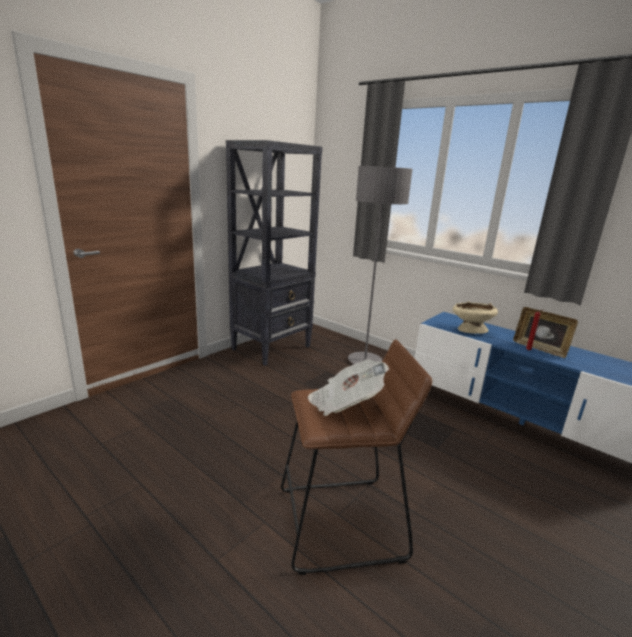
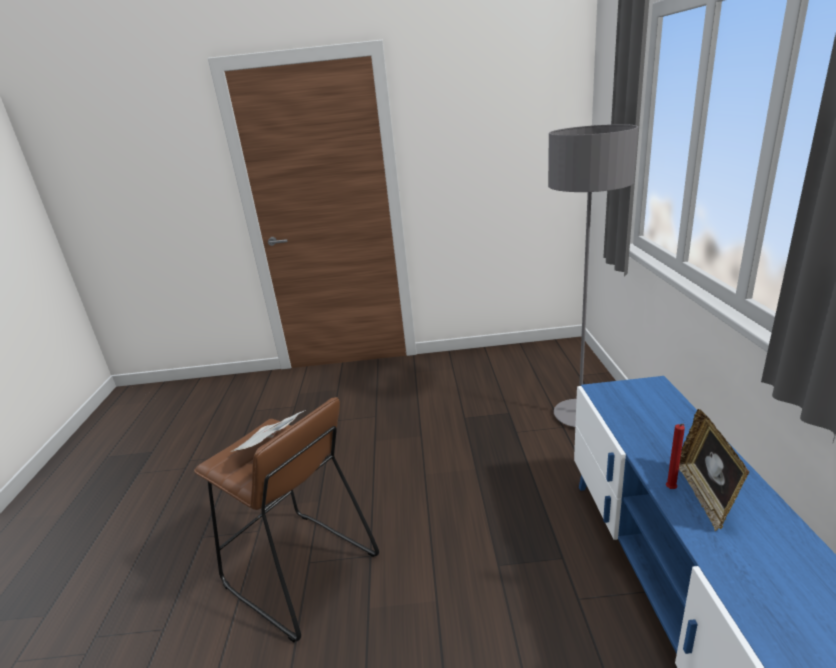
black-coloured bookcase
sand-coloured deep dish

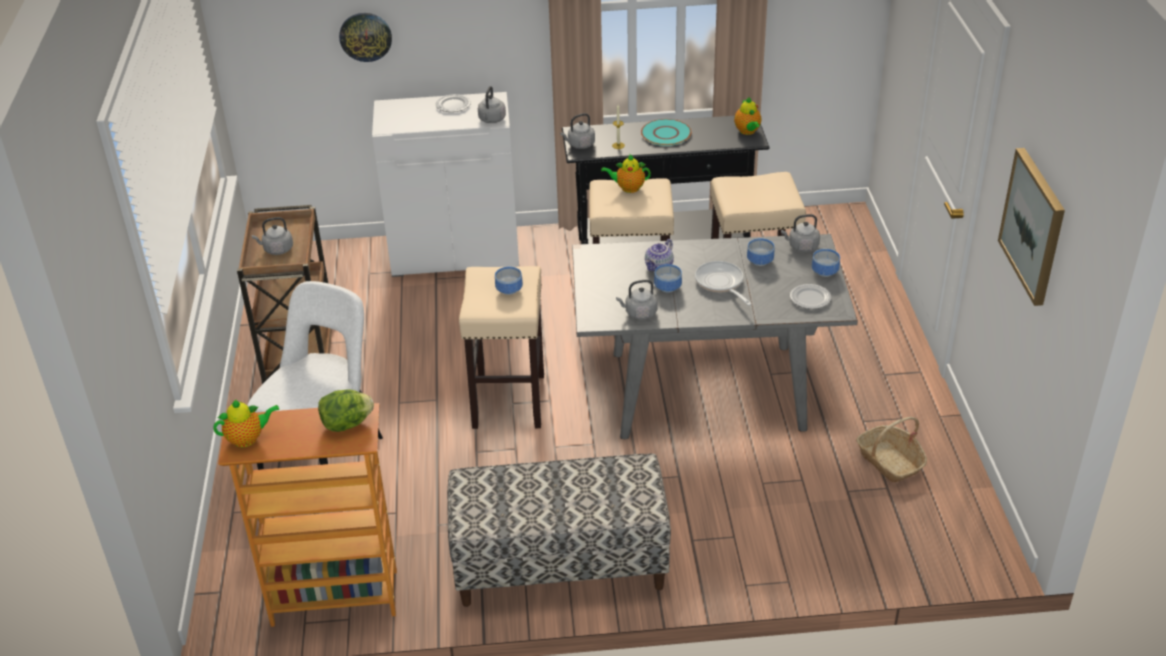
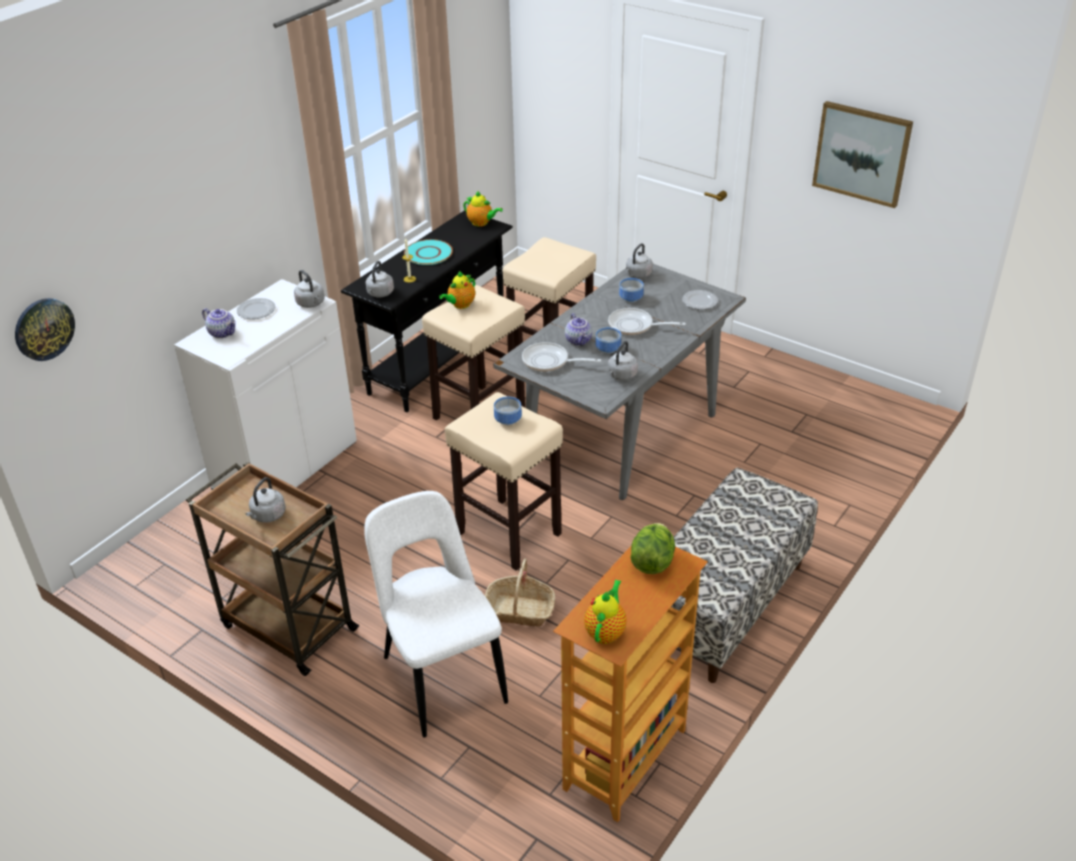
clock on the wall
deep dish (no. 4 from left in the first image)
storage basket
teapot (no. 1 from left)
frying pan (no. 1 from left)

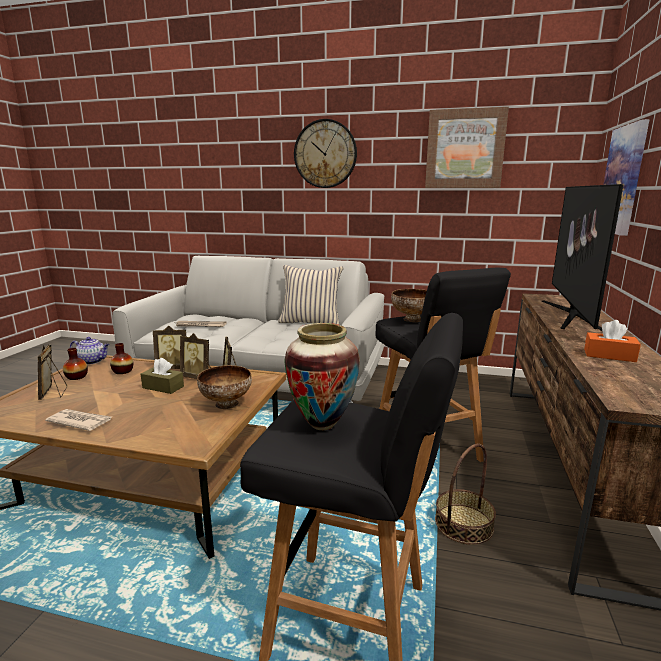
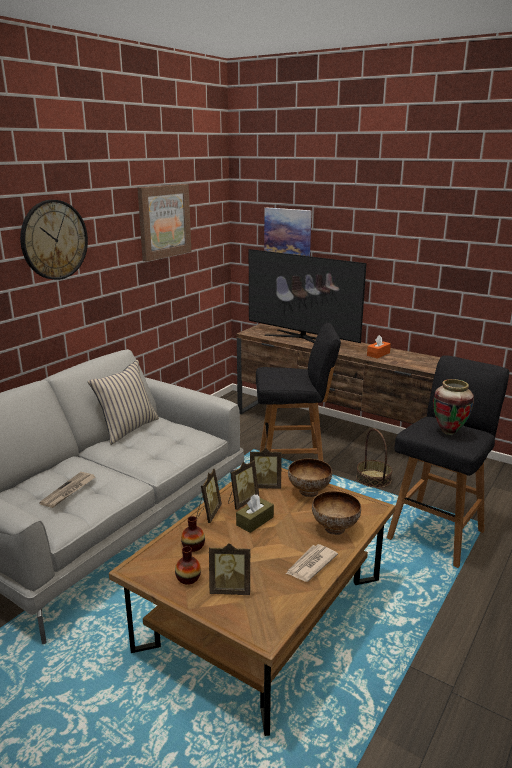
teapot
deep dish (no. 2 from left)

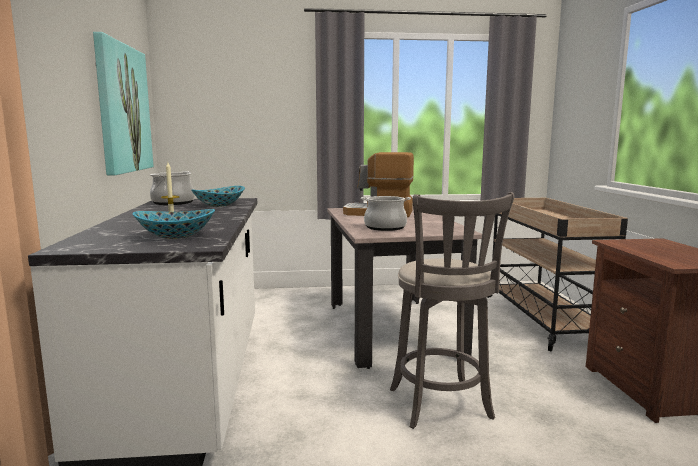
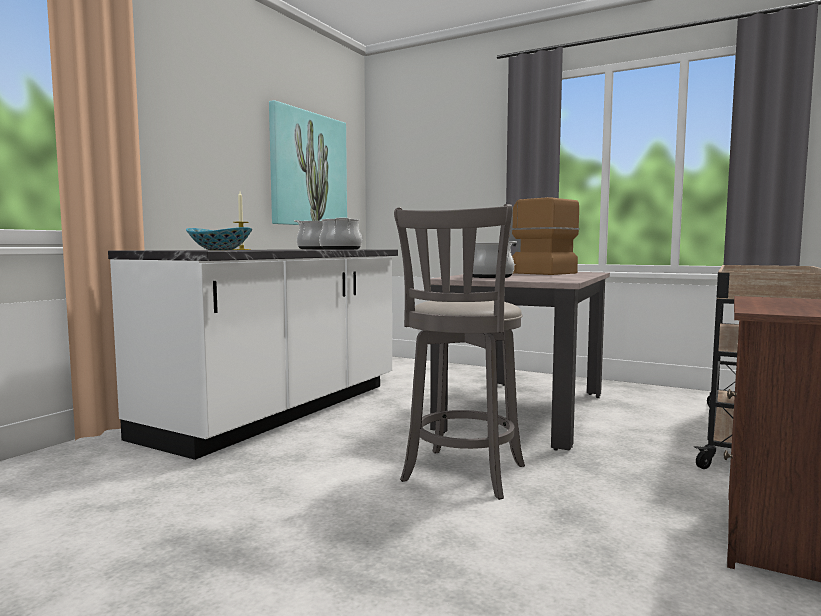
stockpot (no. 2 from left)

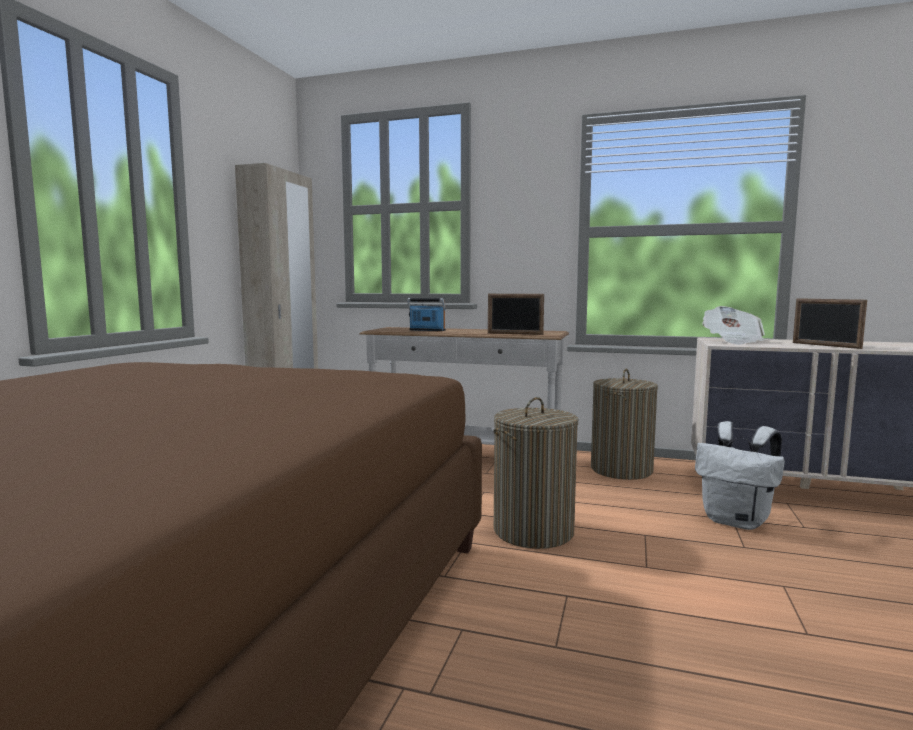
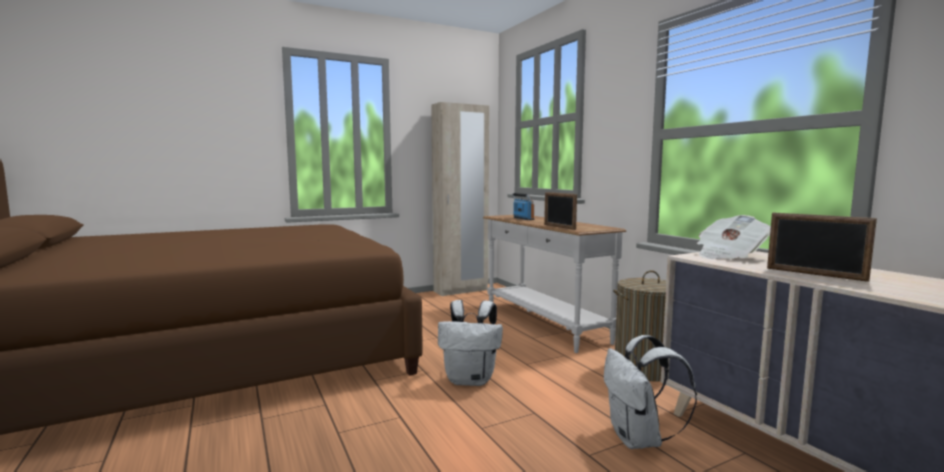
whitish knapsack (no. 1 from left)
standing frame (no. 2 from left)

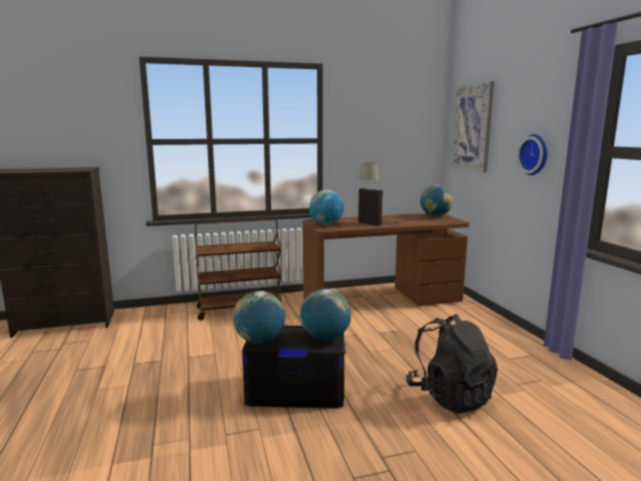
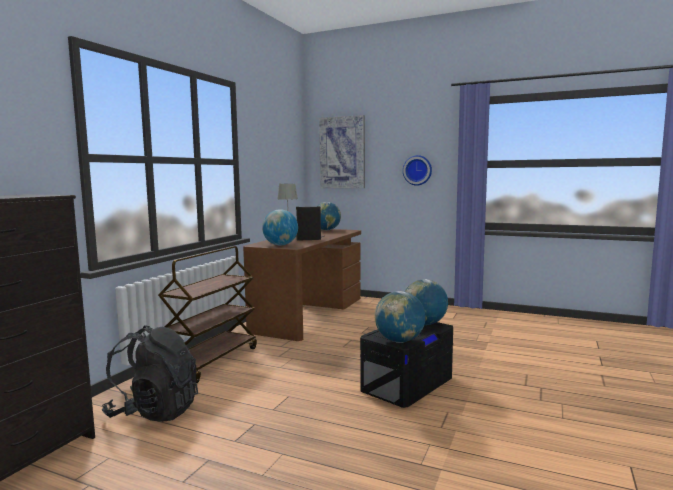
black-coloured knapsack

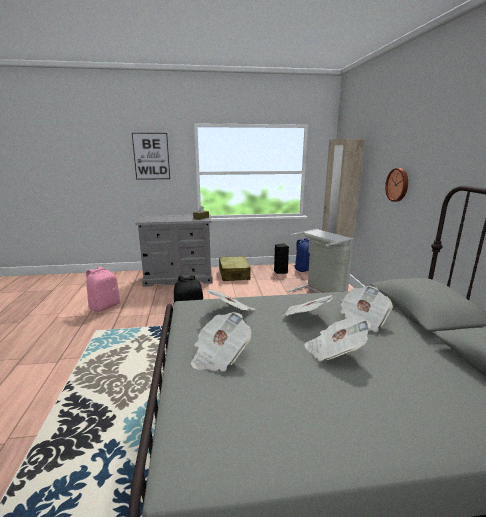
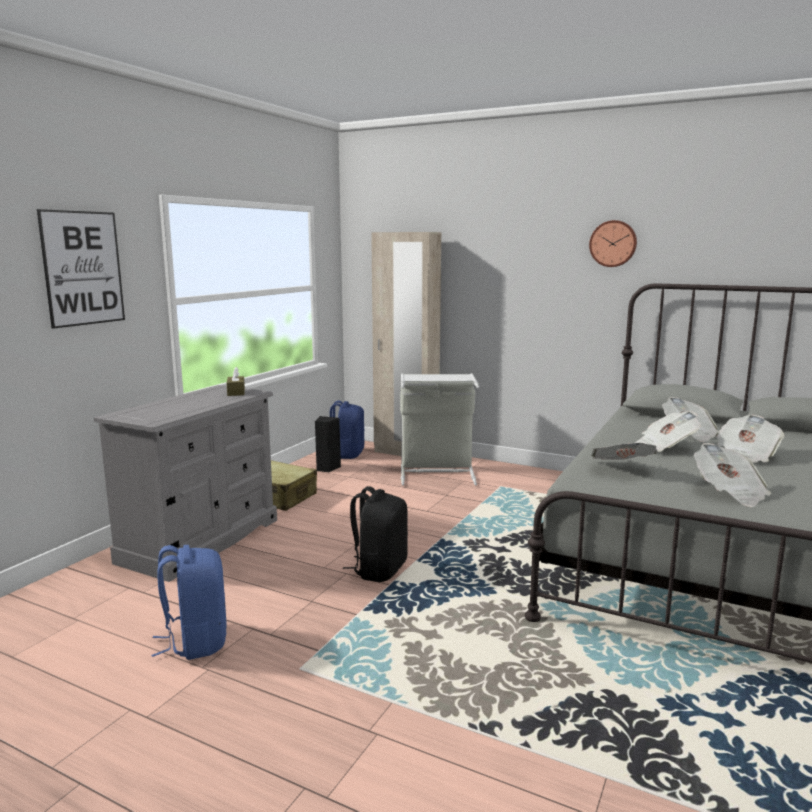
blue-coloured knapsack (no. 1 from left)
clock on the wall

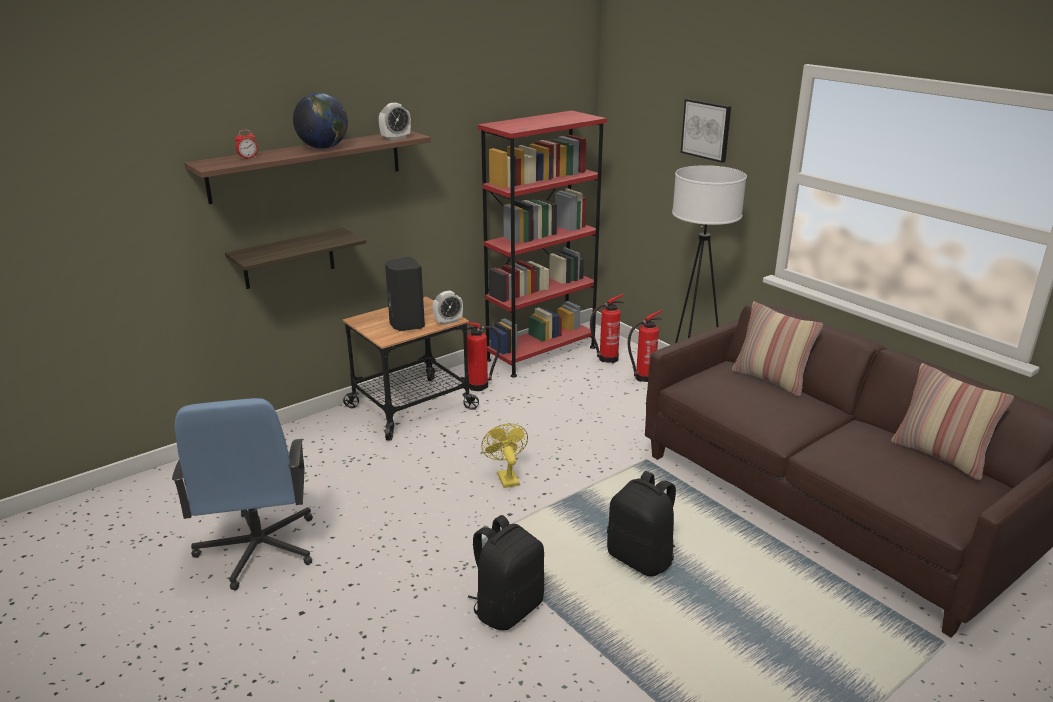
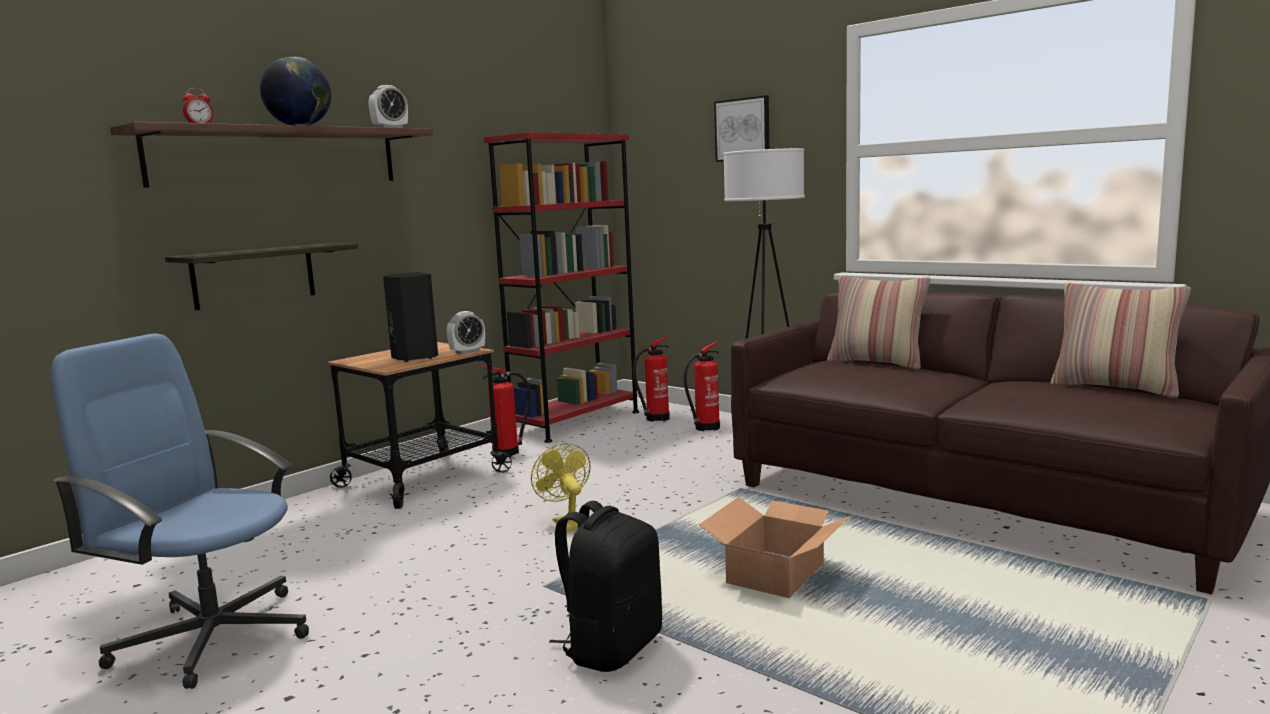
blue-coloured desk chair
packing box

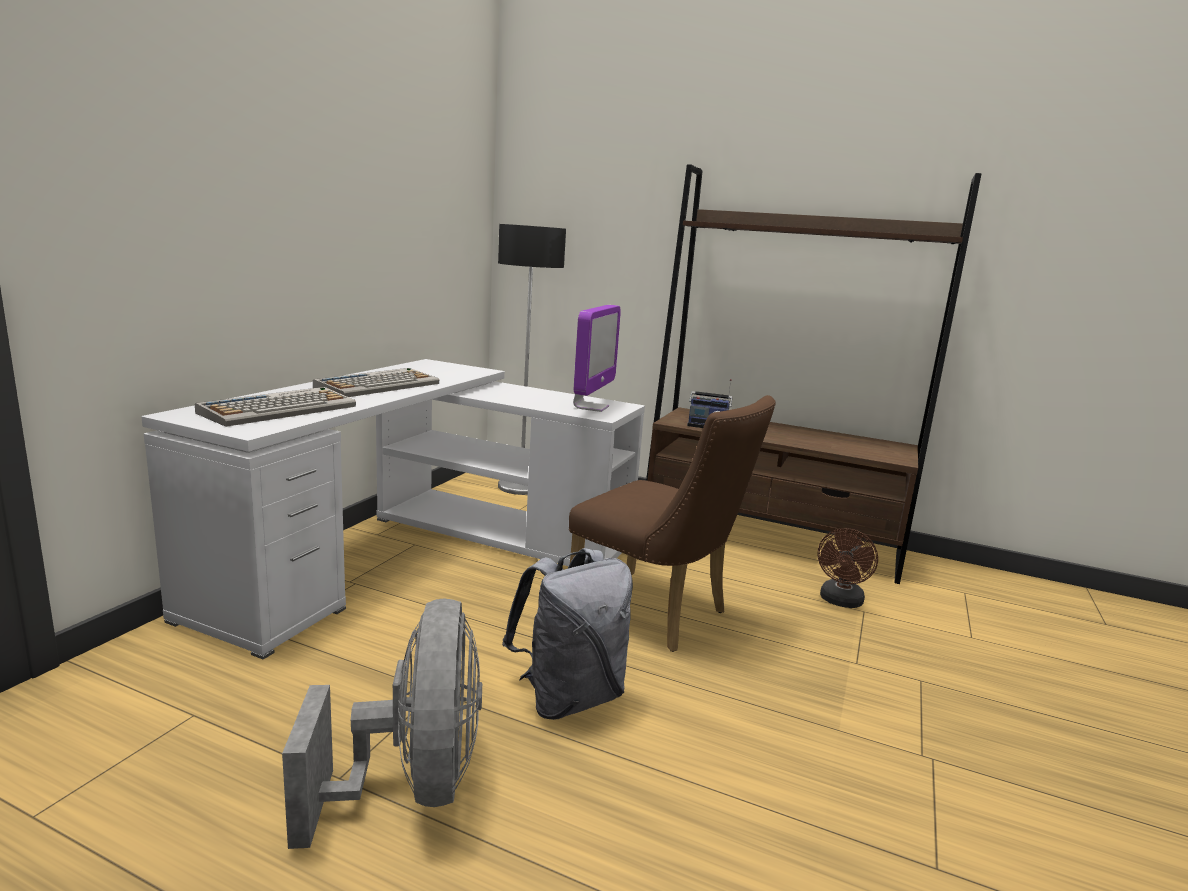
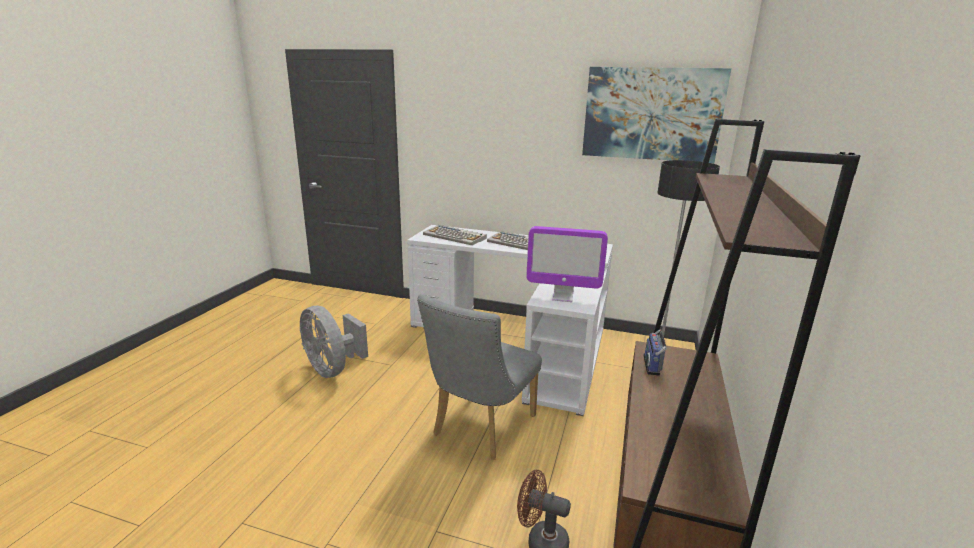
grey electric fan
grey knapsack
grey chair
picture

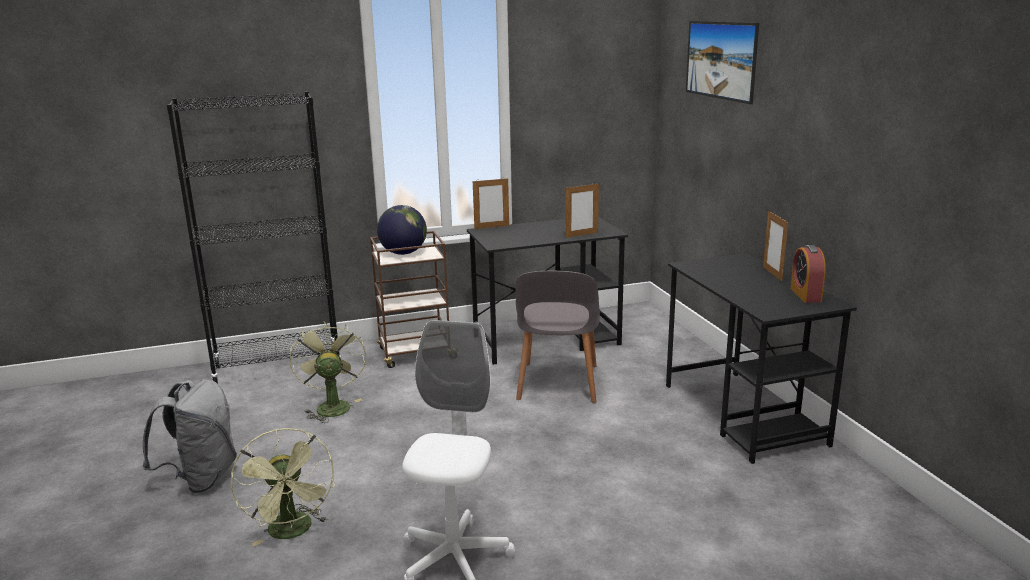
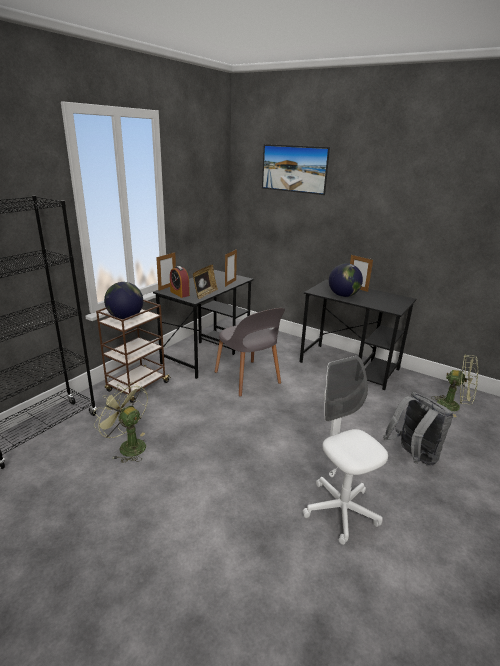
grey knapsack
green electric fan (no. 2 from left)
bedside clock
standing frame (no. 2 from left)
globe (no. 2 from left)

